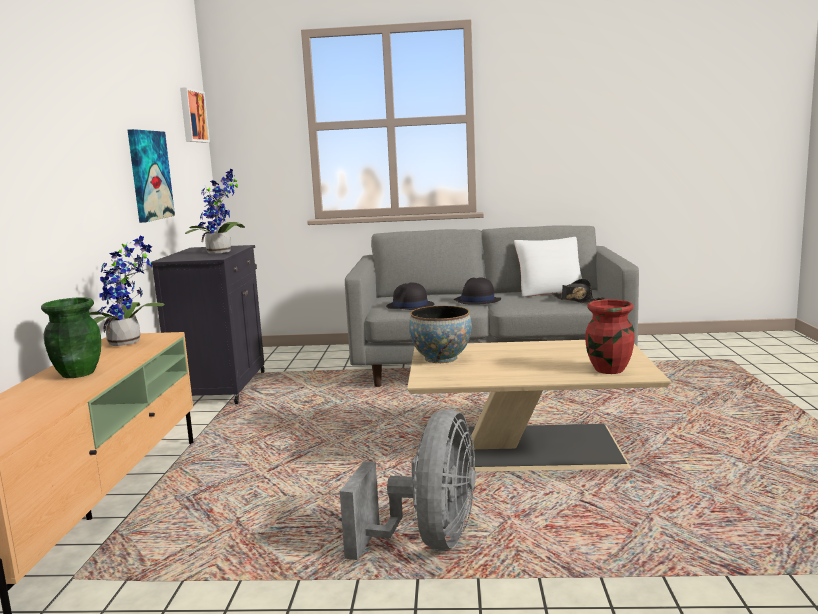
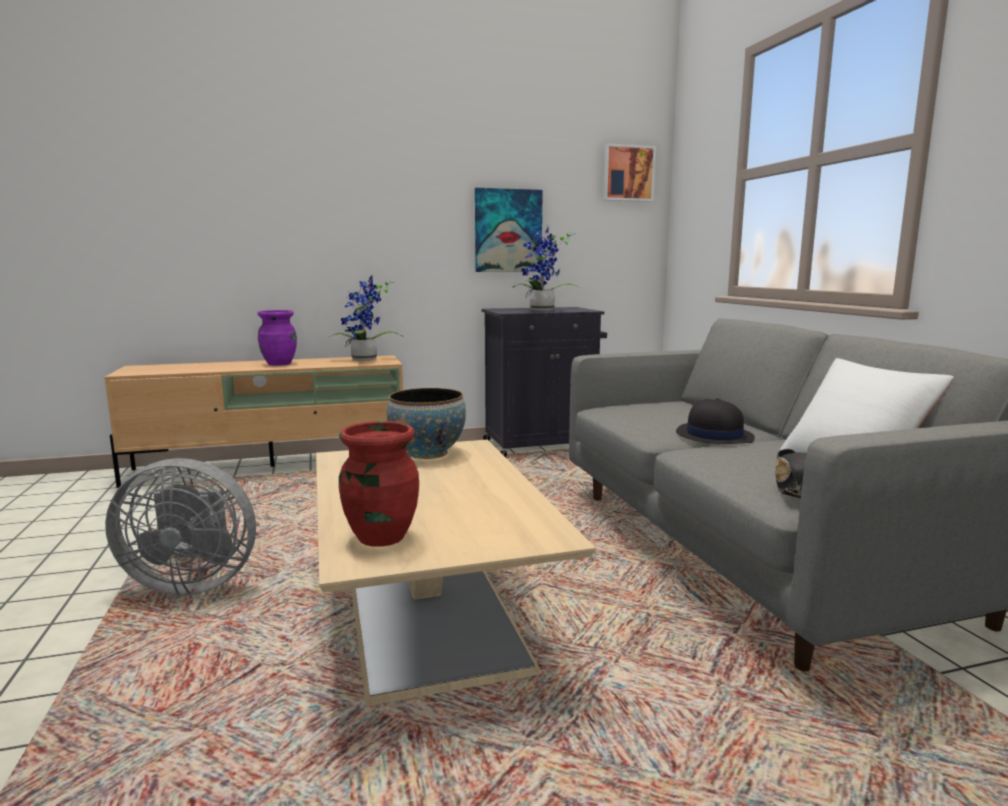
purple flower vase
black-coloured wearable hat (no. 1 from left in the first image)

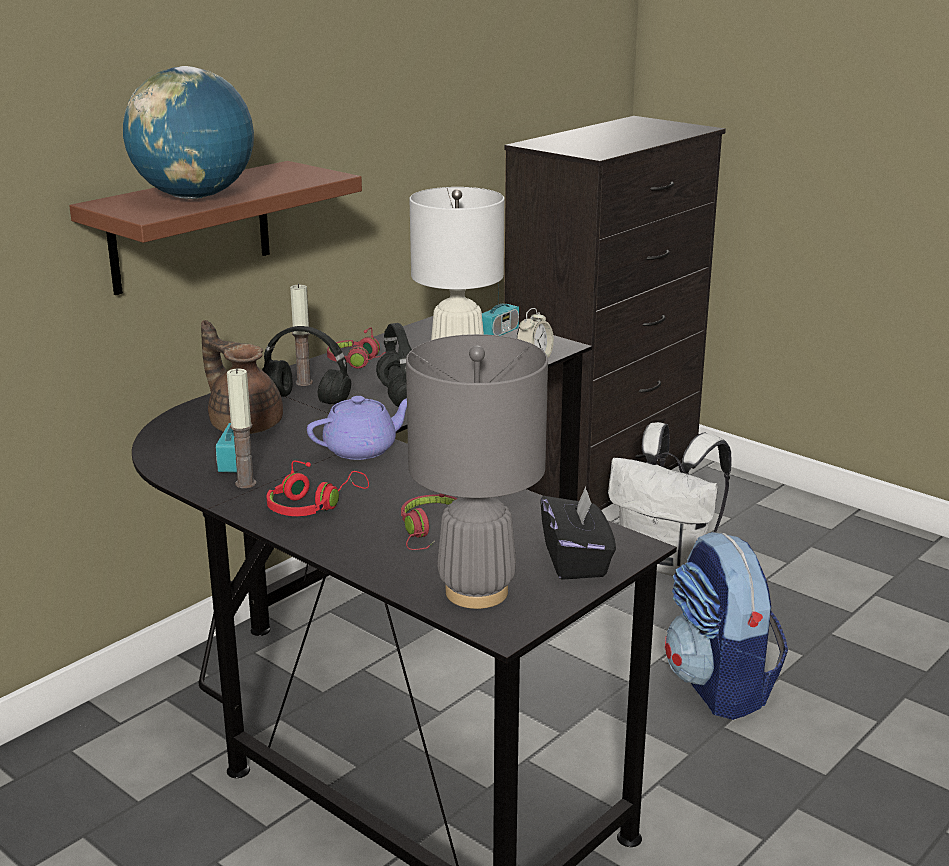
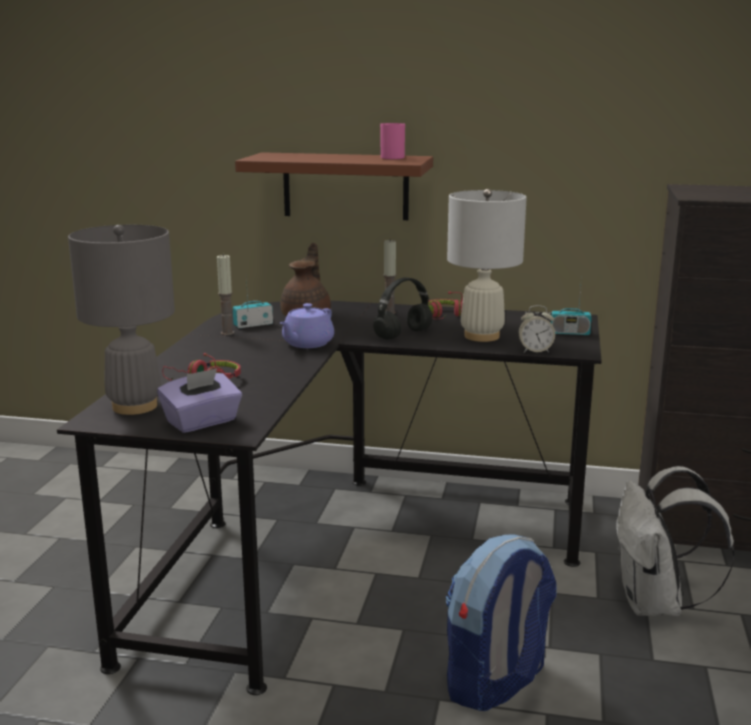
globe
black-coloured headset (no. 1 from left in the first image)
red-coloured headset (no. 1 from left in the first image)
purple teapot
purple tissue holder
pink tea mug

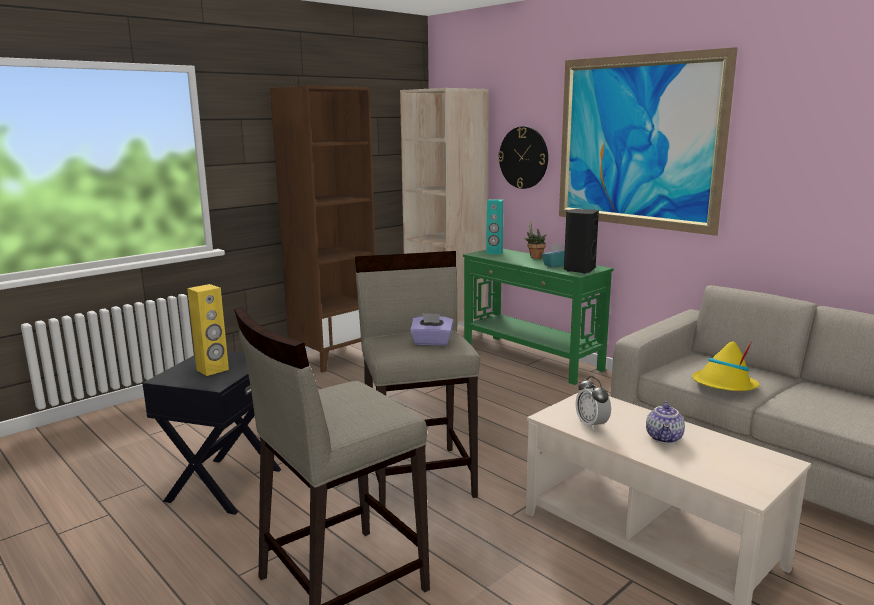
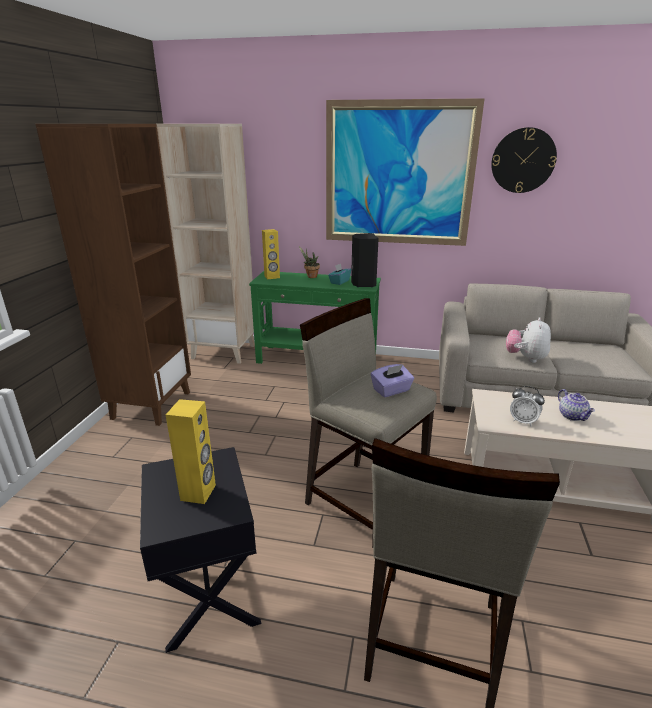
yellow-coloured loudspeaker (no. 2 from left)
clock on the wall
plush toy

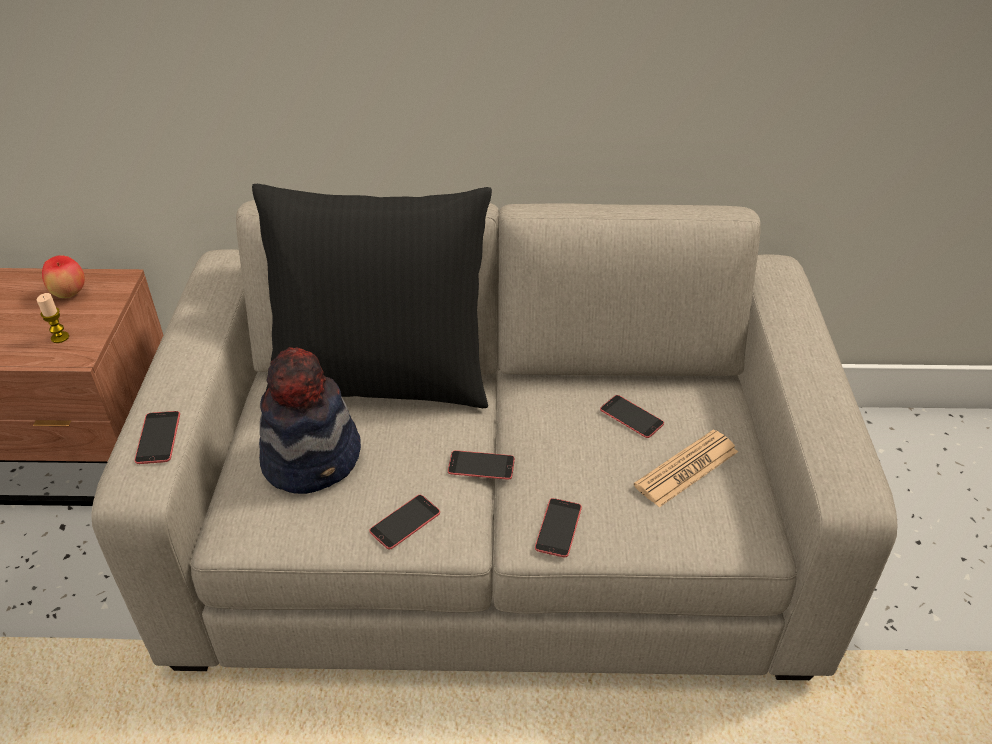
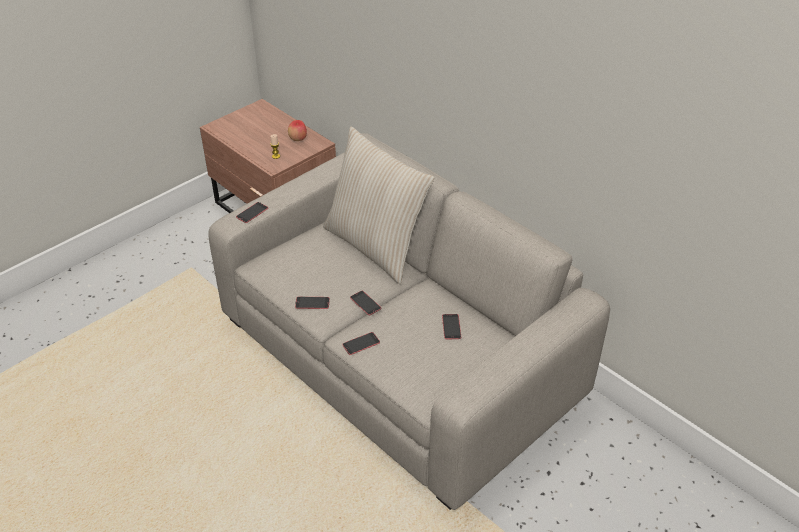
sand-coloured cushion
wearable hat
daily paper

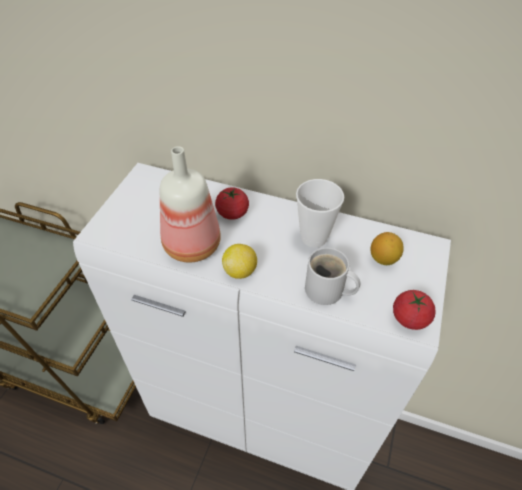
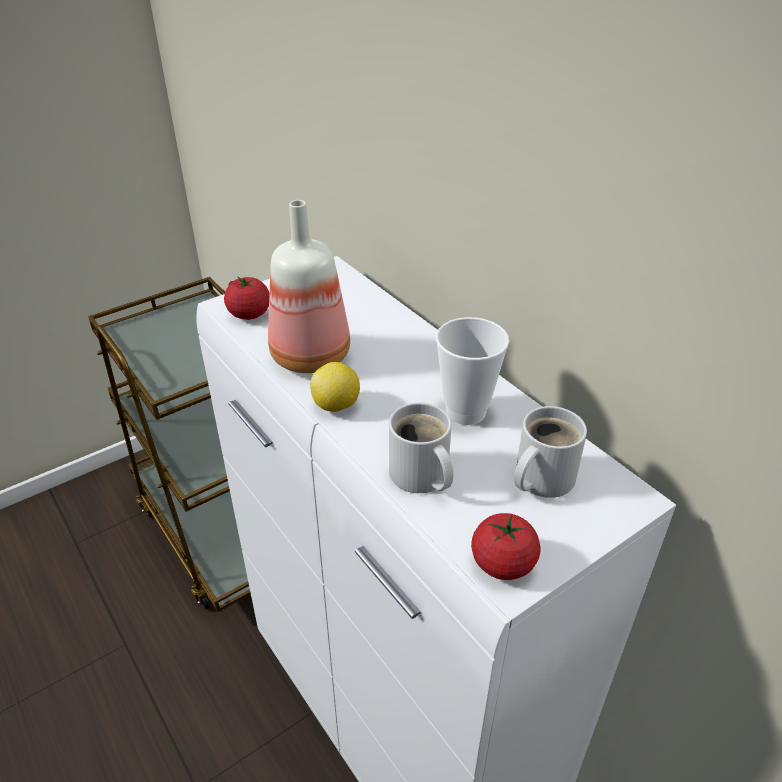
tomato (no. 1 from left)
whitish tea mug (no. 2 from left)

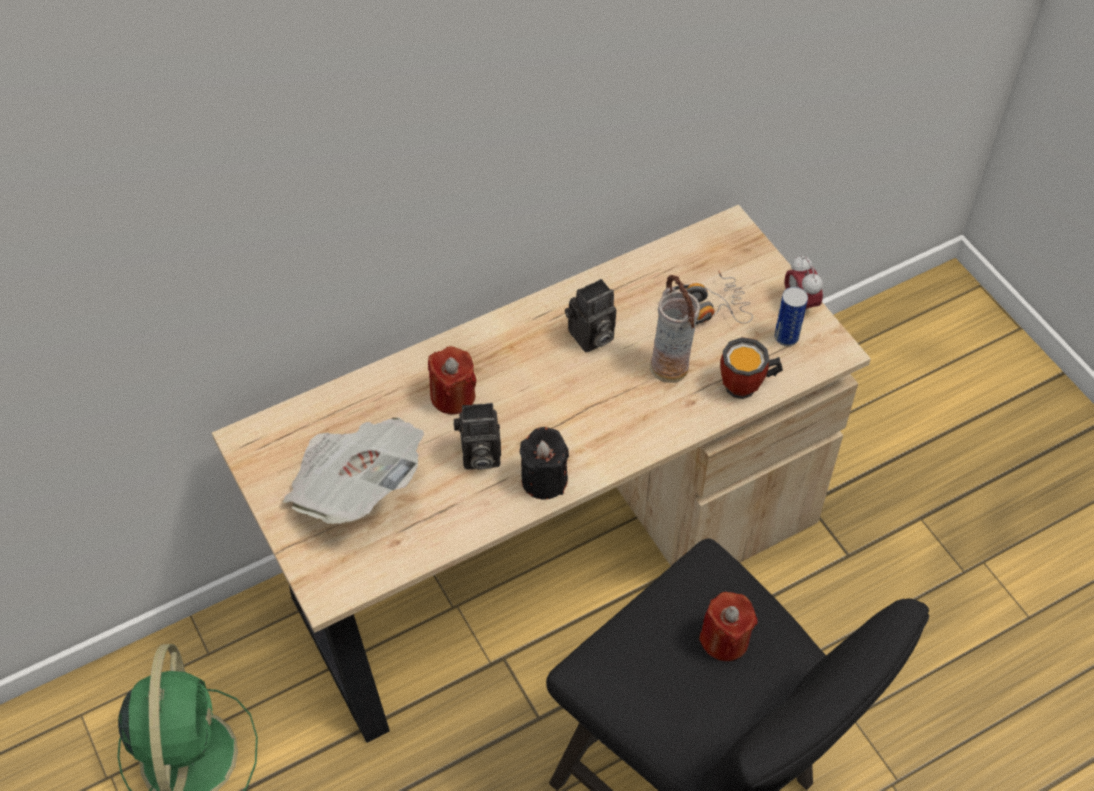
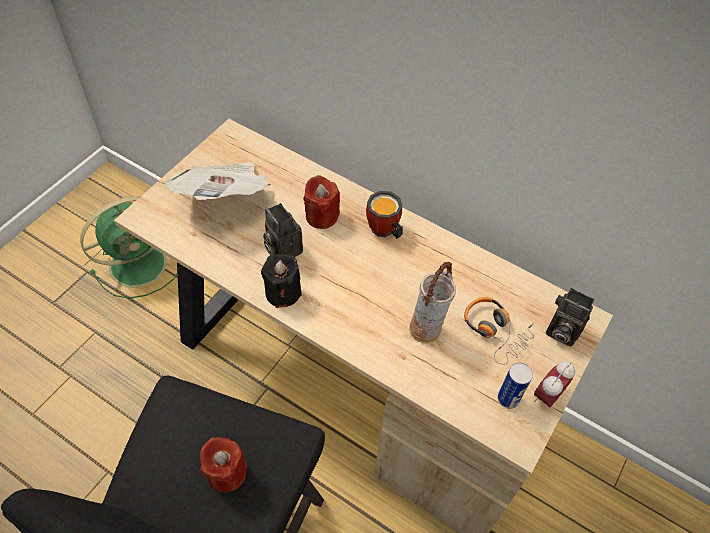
still camera (no. 2 from left)
tea mug

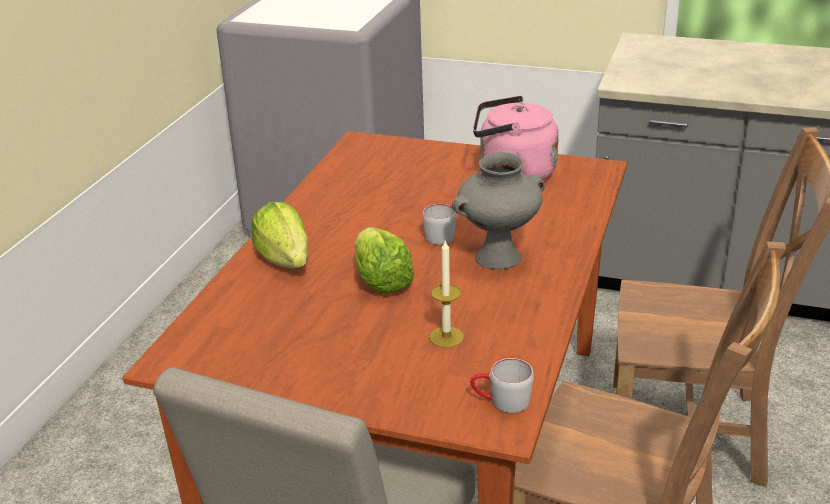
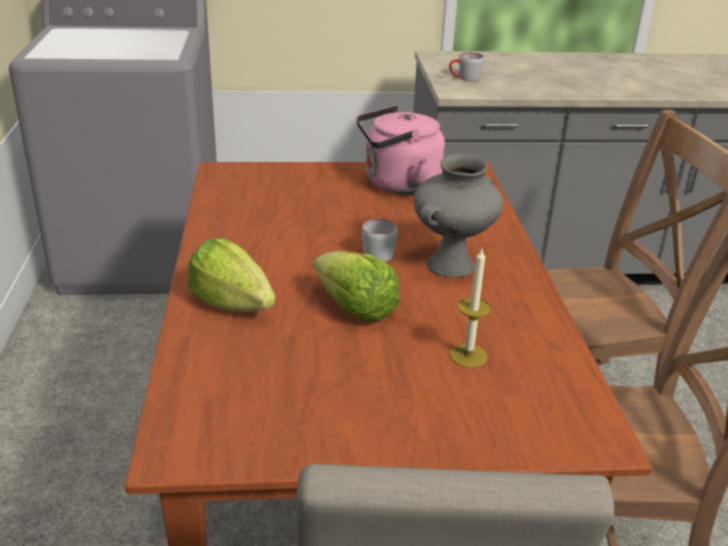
grey tea mug (no. 2 from left)

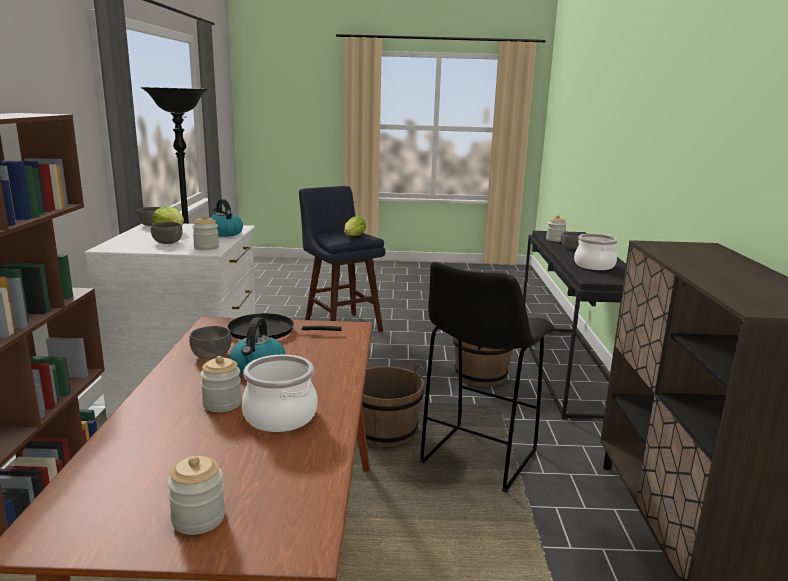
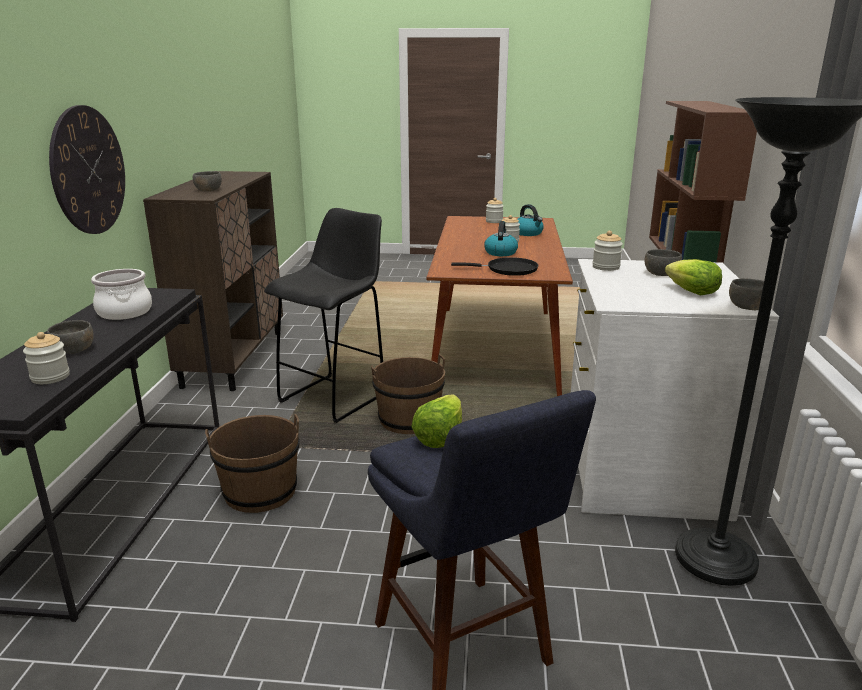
grey deep dish (no. 2 from left)
kettle (no. 2 from left)
stockpot (no. 1 from left in the first image)
clock on the wall

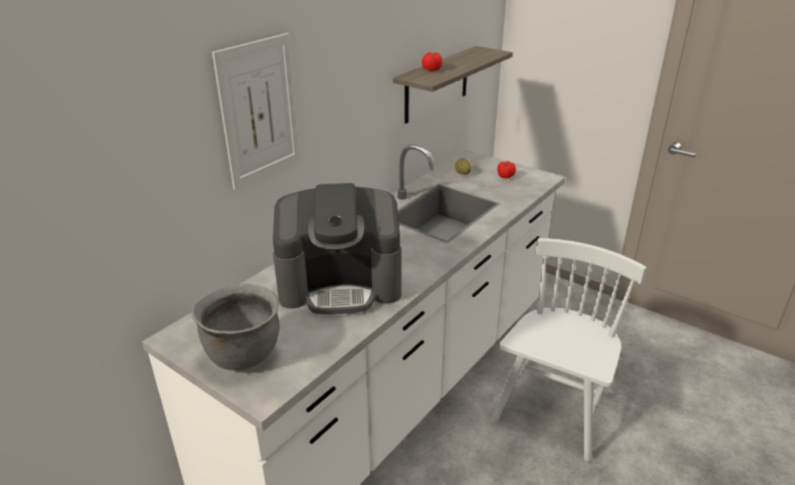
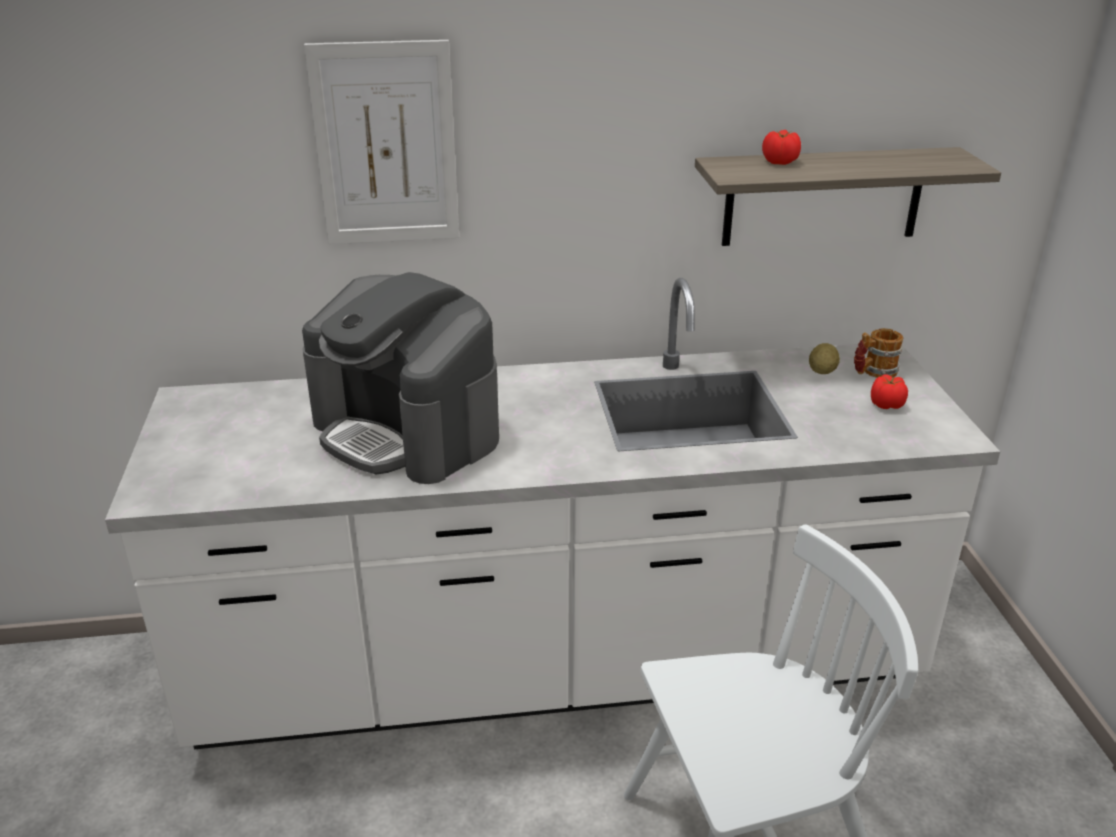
grey stockpot
tea mug

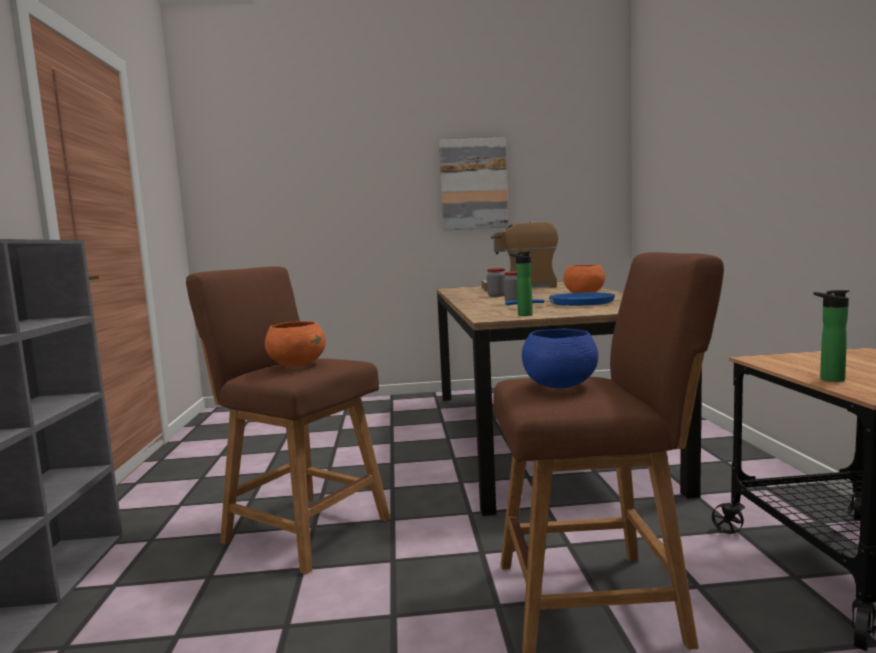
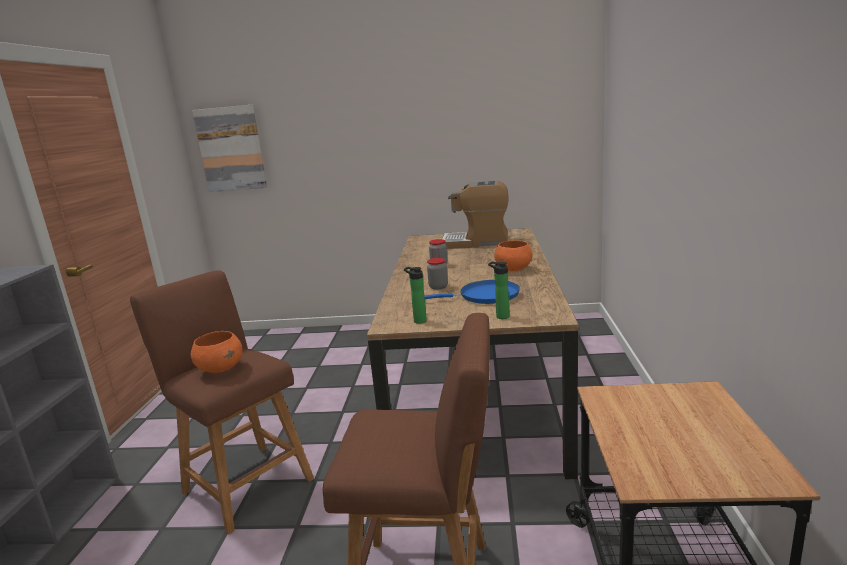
picture
blue-coloured deep dish
beverage bottle (no. 2 from left)

